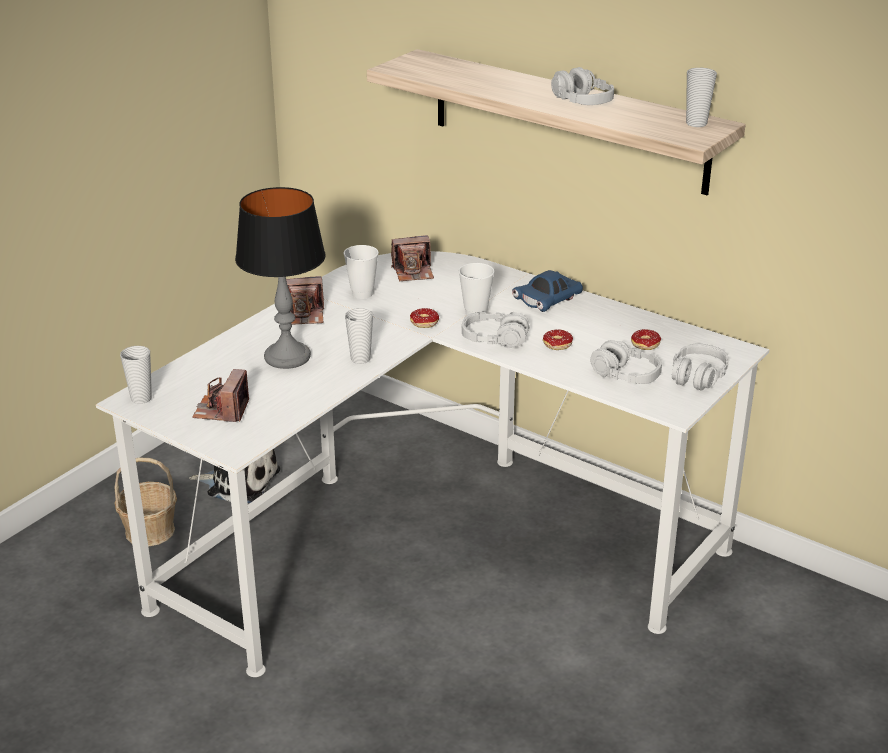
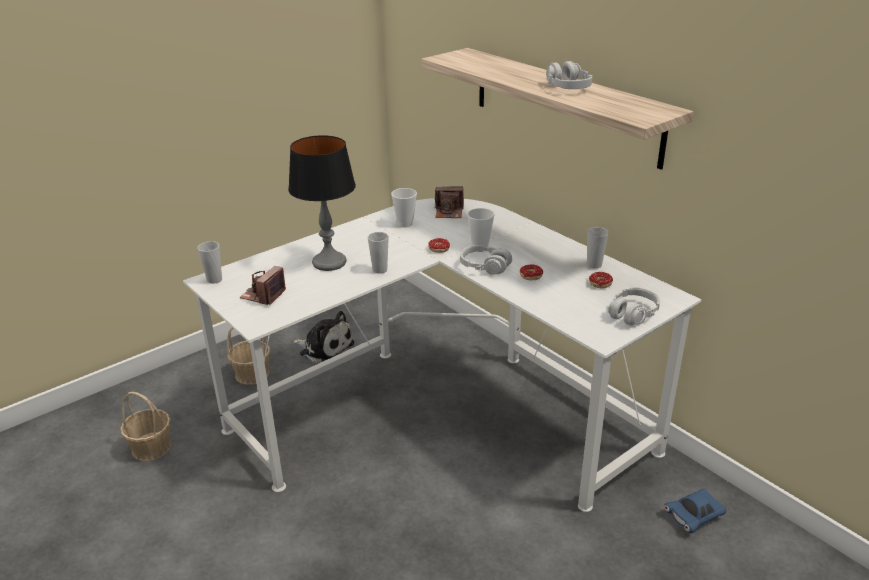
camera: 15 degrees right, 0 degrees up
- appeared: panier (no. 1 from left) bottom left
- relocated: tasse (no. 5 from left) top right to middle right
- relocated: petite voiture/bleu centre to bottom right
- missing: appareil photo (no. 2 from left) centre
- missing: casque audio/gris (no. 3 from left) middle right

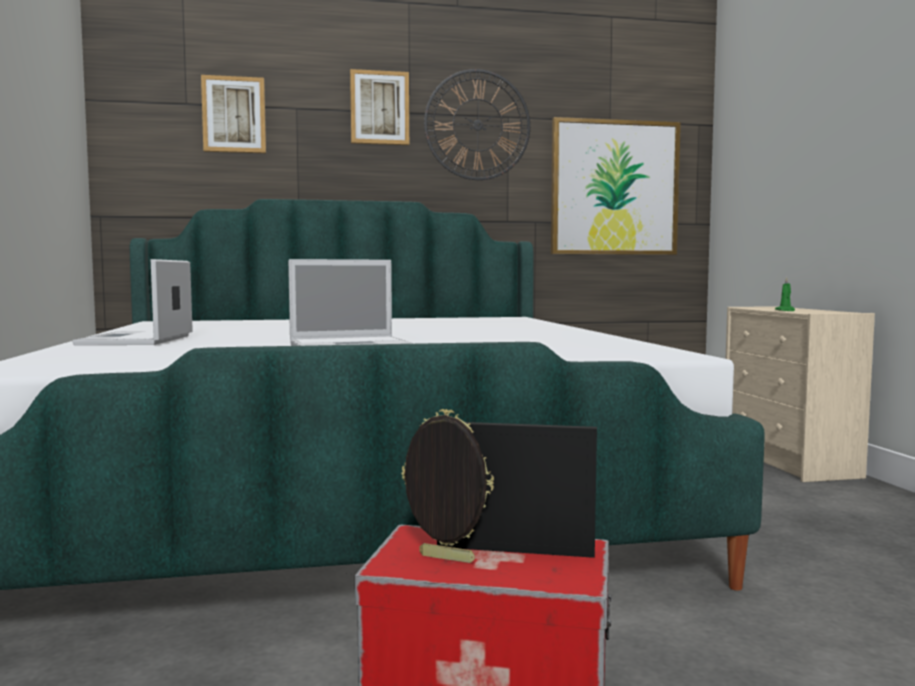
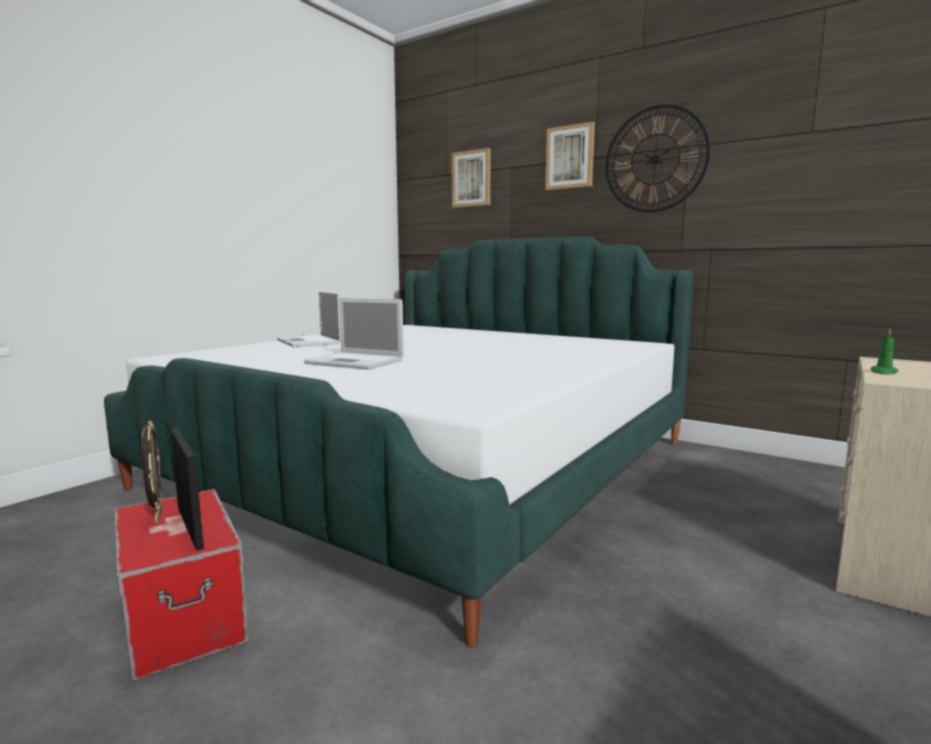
camera: 45 degrees right, 5 degrees up
- spun: ordinateur portable (no. 1 from left) middle left = middle left 75 degrees counterclockwise
- missing: tableau (no. 3 from left) top right

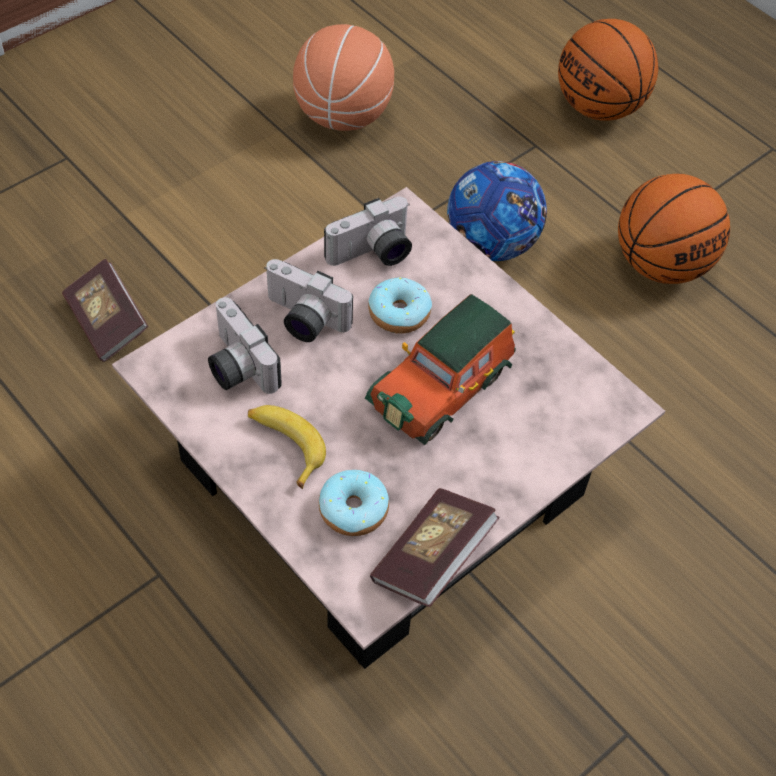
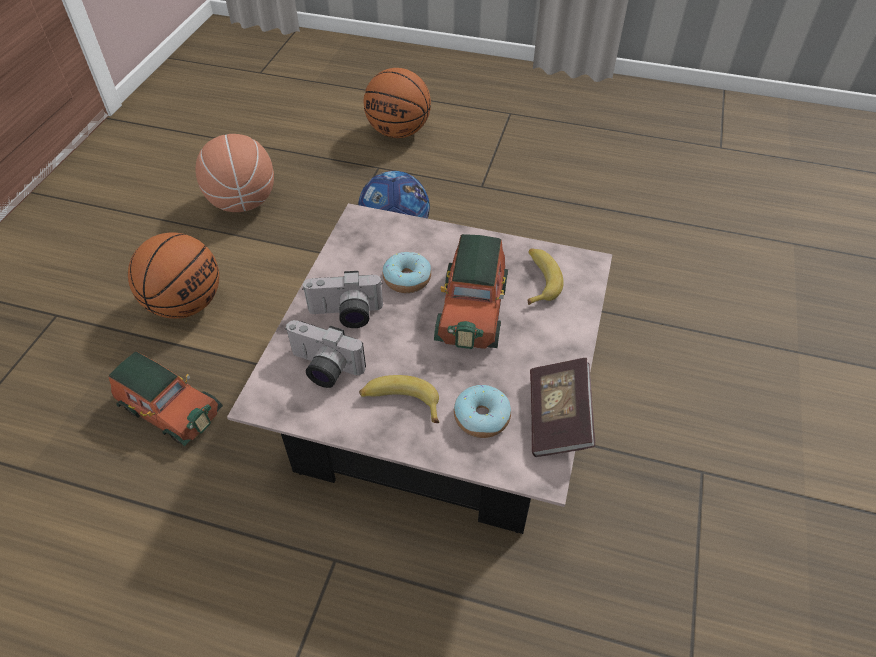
camera: 30 degrees left, 5 degrees down
- exchanged: livre (no. 1 from left) middle left to petite voiture (no. 1 from left) middle left
- relocated: ballon de basket (no. 3 from left in the first image) top right to ballon de basket (no. 1 from left) middle left
- appeared: banane (no. 2 from left) centre
- missing: appareil photo (no. 3 from left) top centre

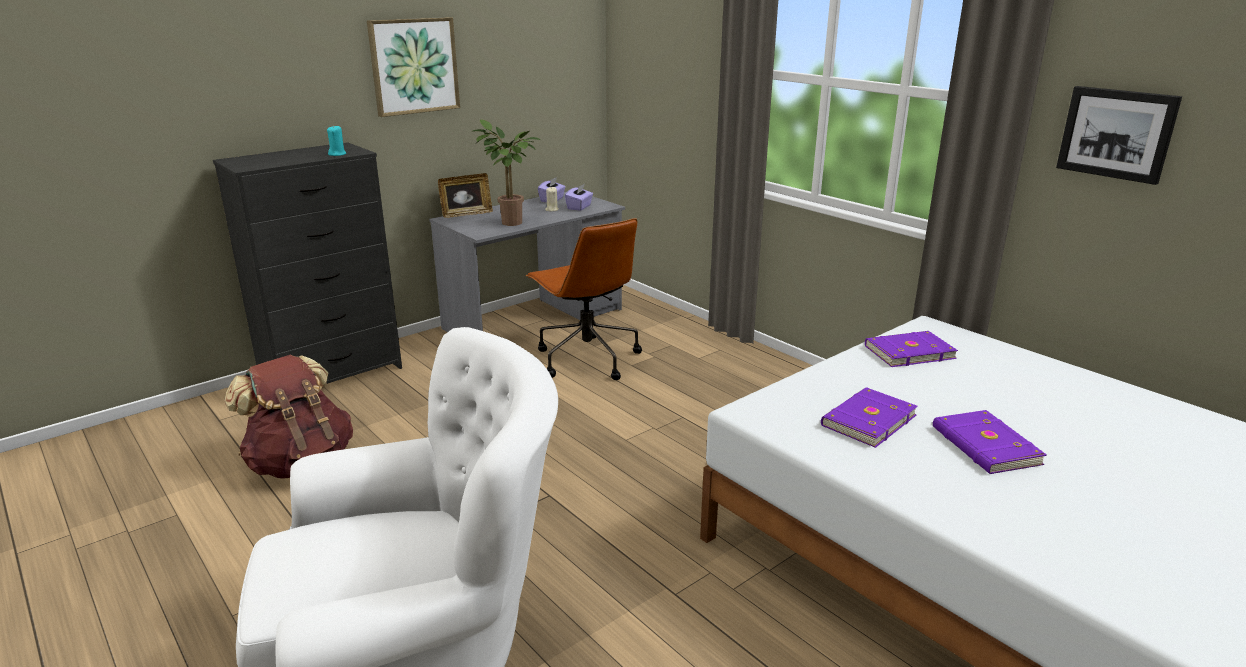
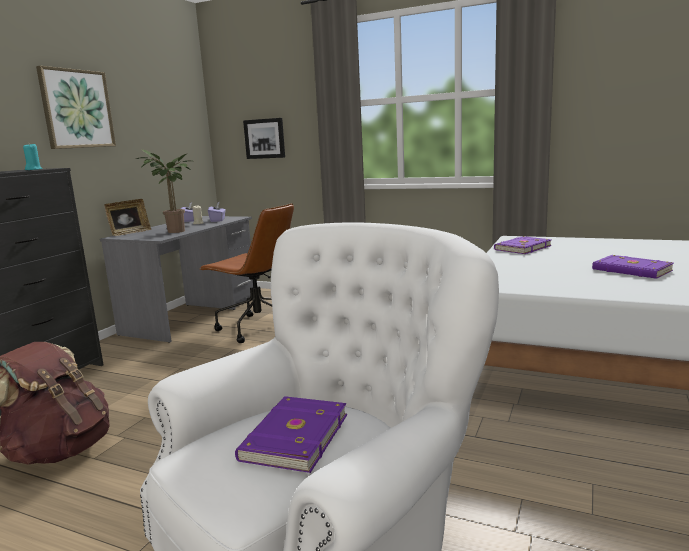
camera: 25 degrees left, 10 degrees down
- relocated: livre/violet (no. 1 from left) middle right to bottom centre
- relocated: tableau (no. 2 from left) top right to top centre

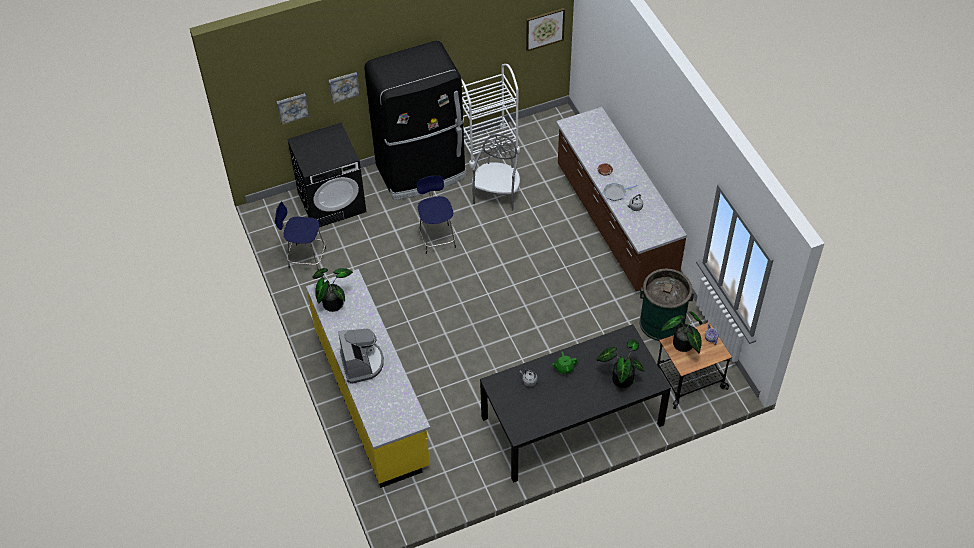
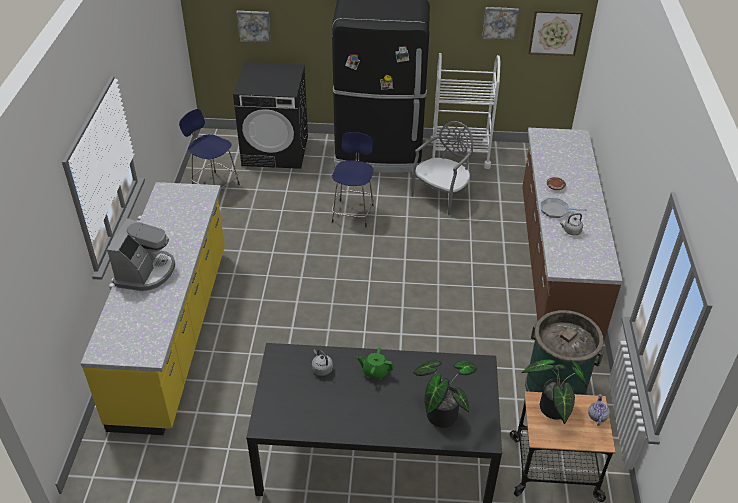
camera: 25 degrees right, 10 degrees down
- relocated: tableau (no. 2 from left) top centre to top right
- missing: plante en pot (no. 1 from left) centre

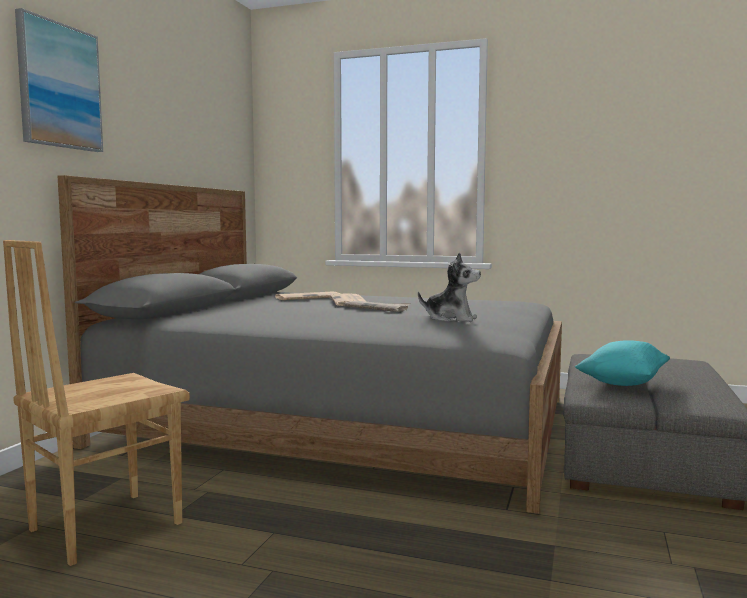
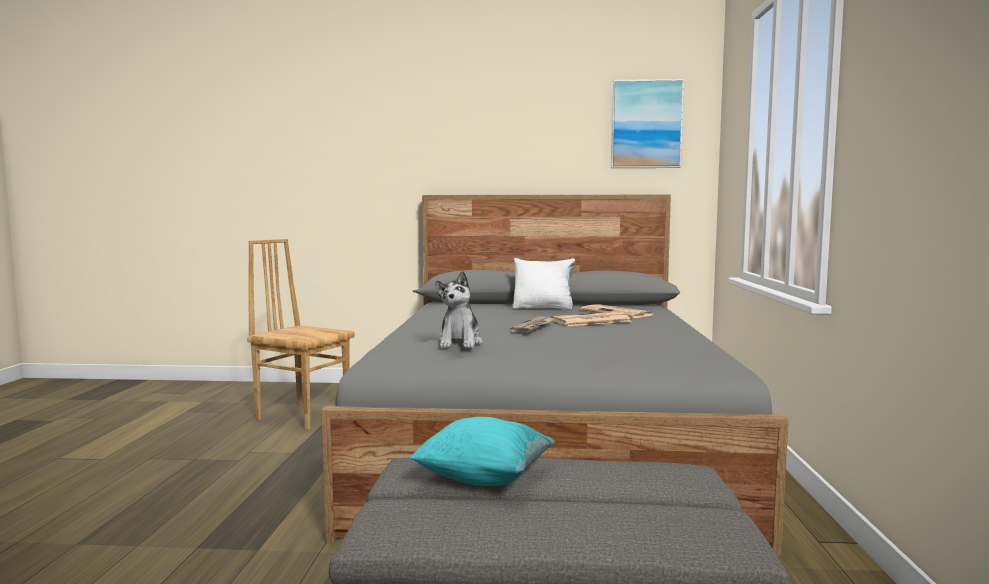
camera: 75 degrees right, 0 degrees up
- appeared: coussin/blanc centre
- relocated: tableau top left to top centre

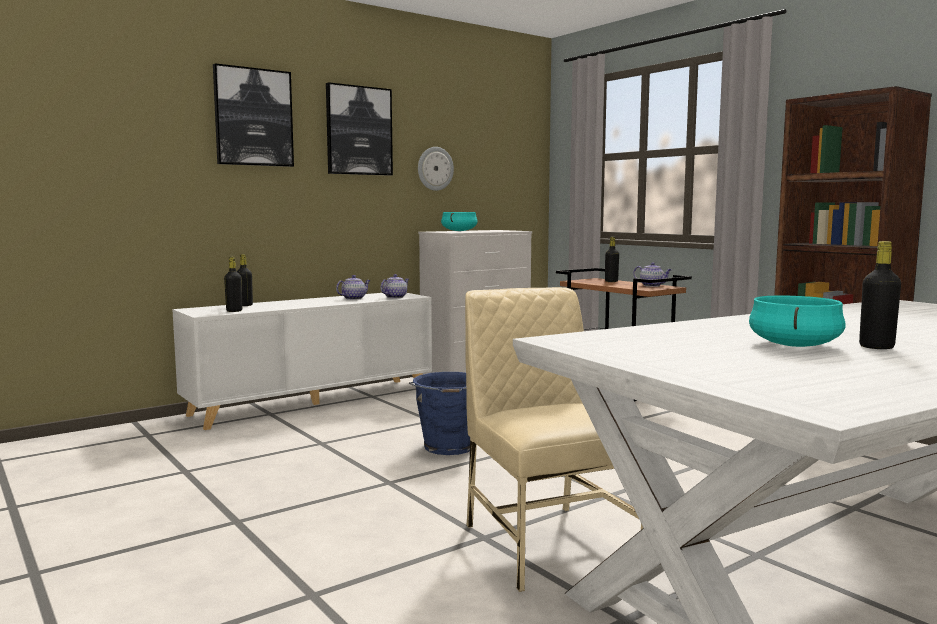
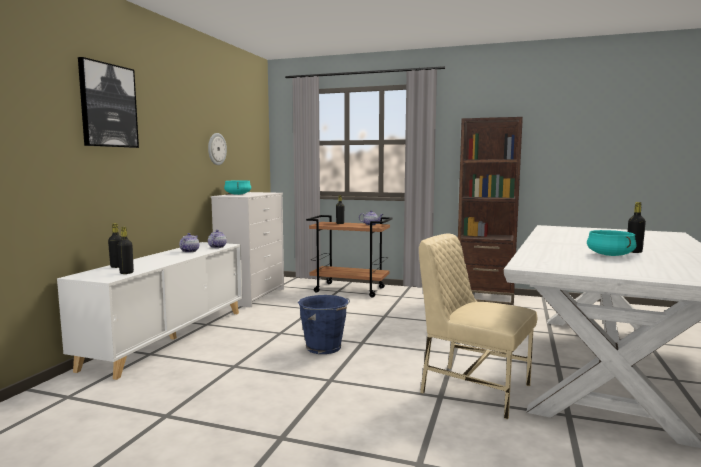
camera: 35 degrees left, 0 degrees up
- missing: tableau (no. 2 from left) top centre

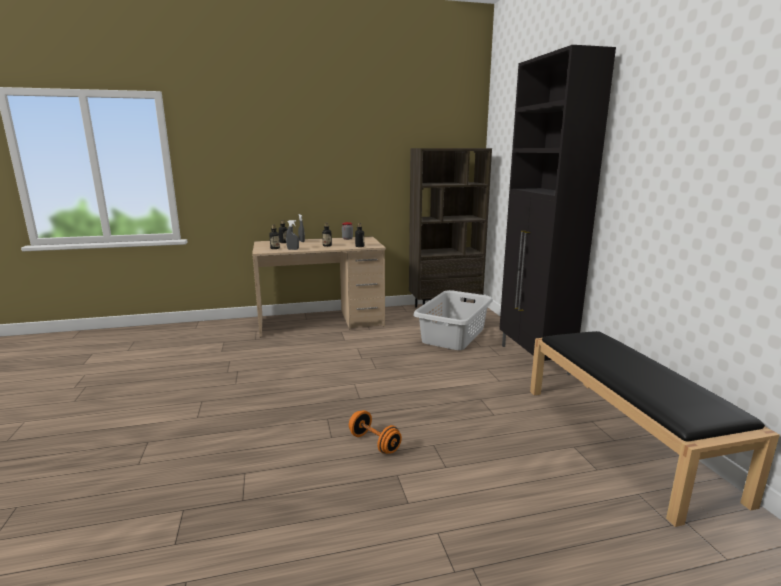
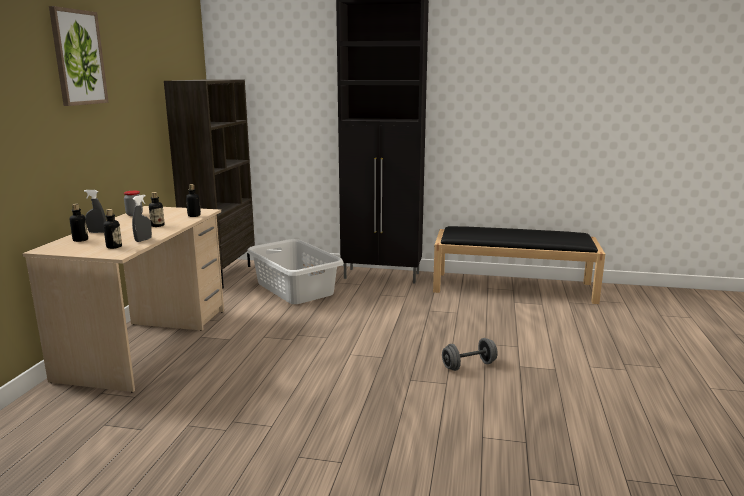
camera: 65 degrees left, 0 degrees up
- appeared: tableau top left
- colour: haltère/orange bottom centre to haltère/gris bottom centre

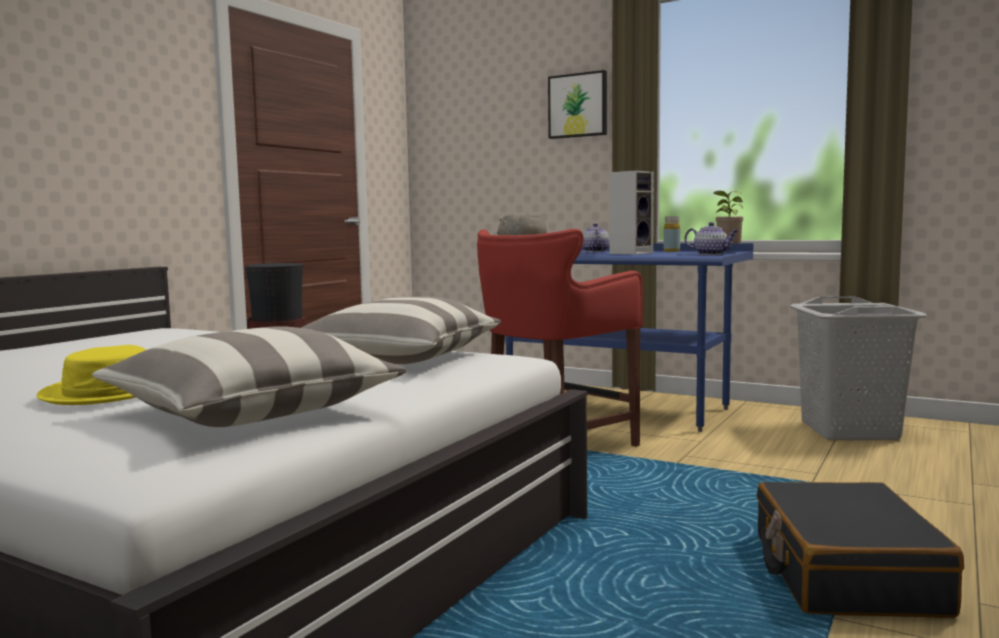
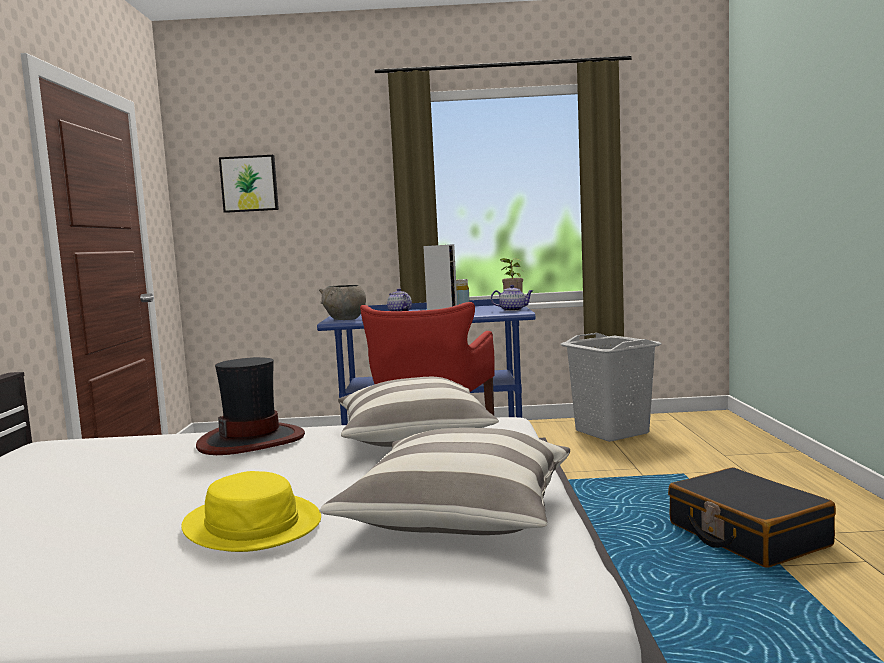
camera: 30 degrees left, 0 degrees up
- relocated: tableau top centre to top left

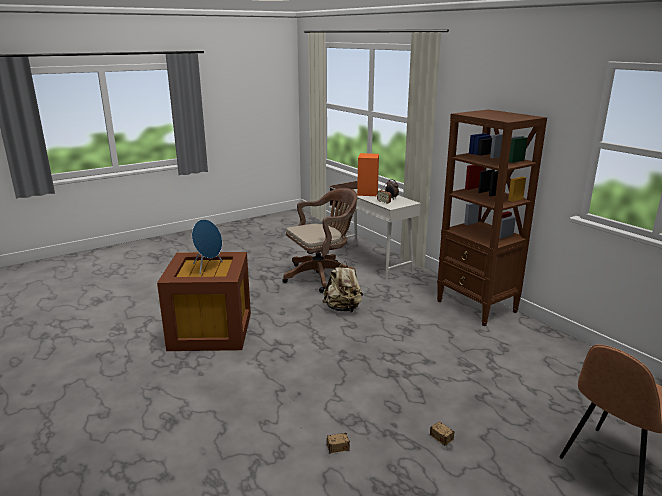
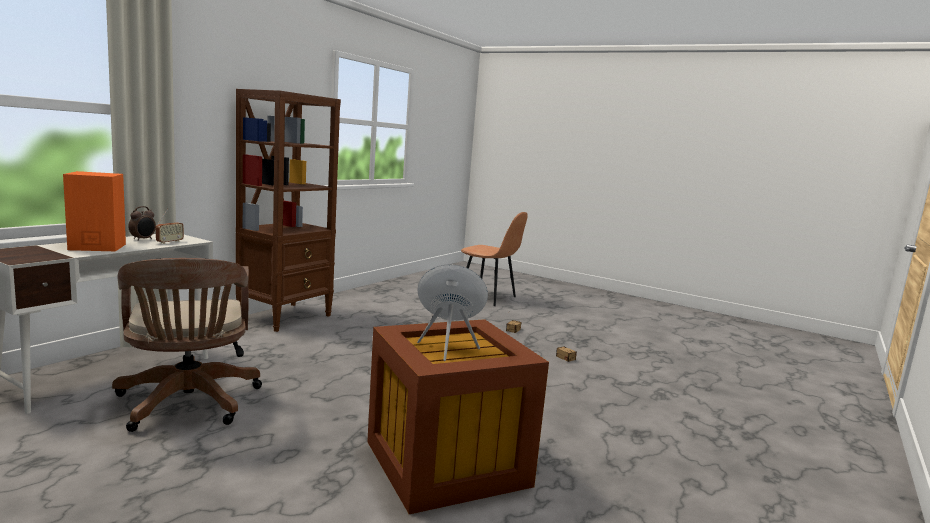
camera: 115 degrees left, 10 degrees down
- spun: chaise de bureau/marron centre = middle left 150 degrees counterclockwise
- missing: sac à dos/beige centre

